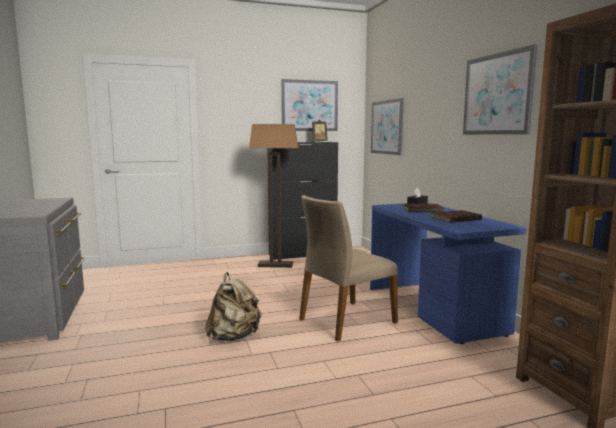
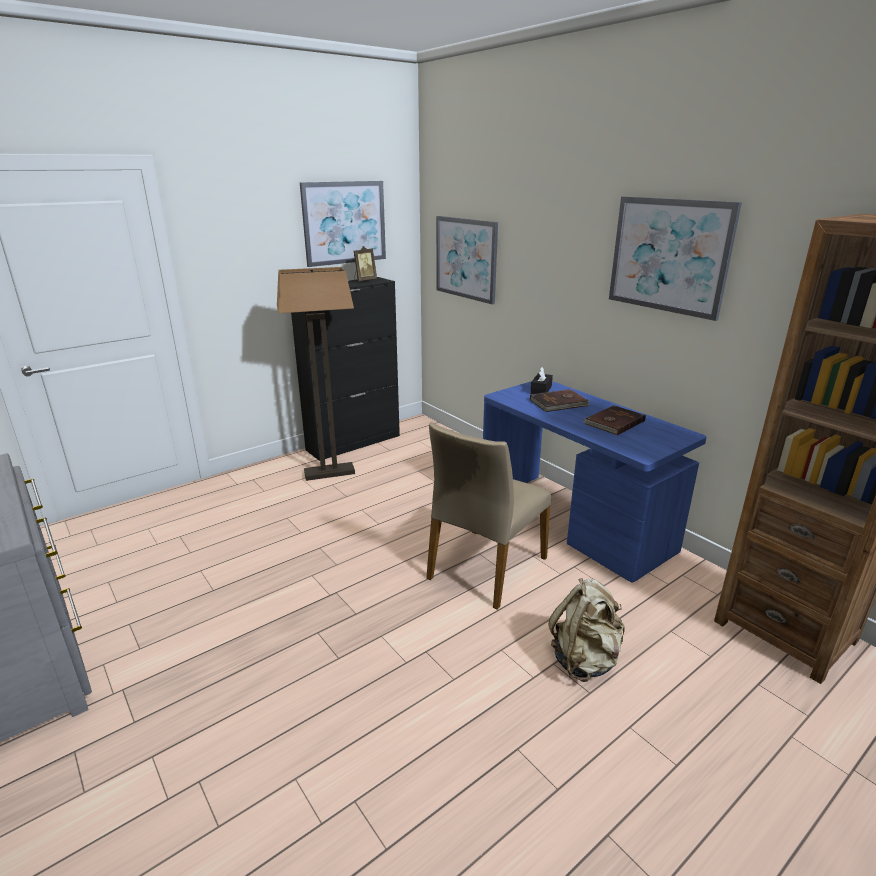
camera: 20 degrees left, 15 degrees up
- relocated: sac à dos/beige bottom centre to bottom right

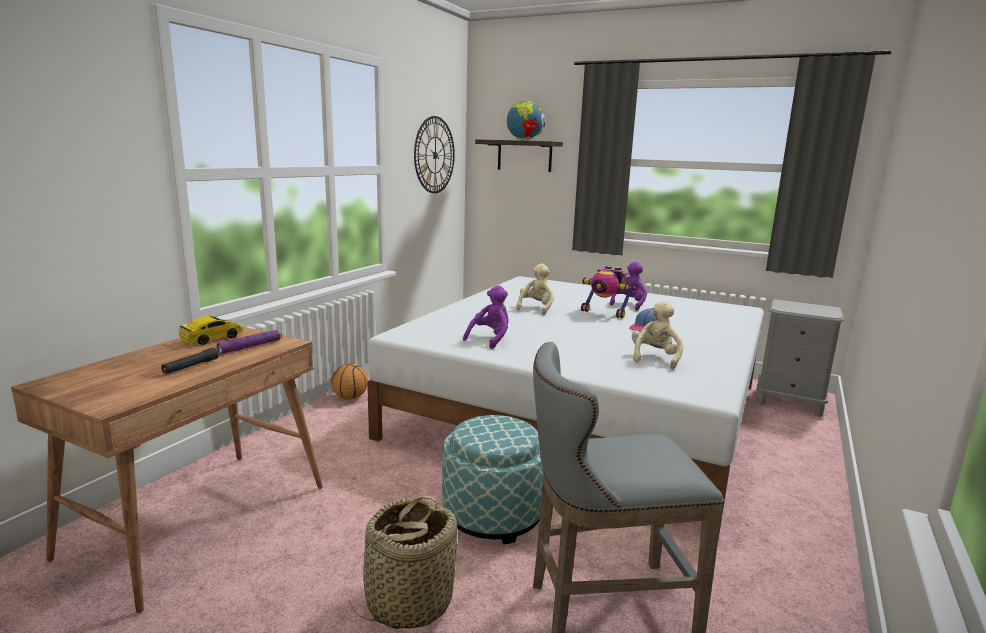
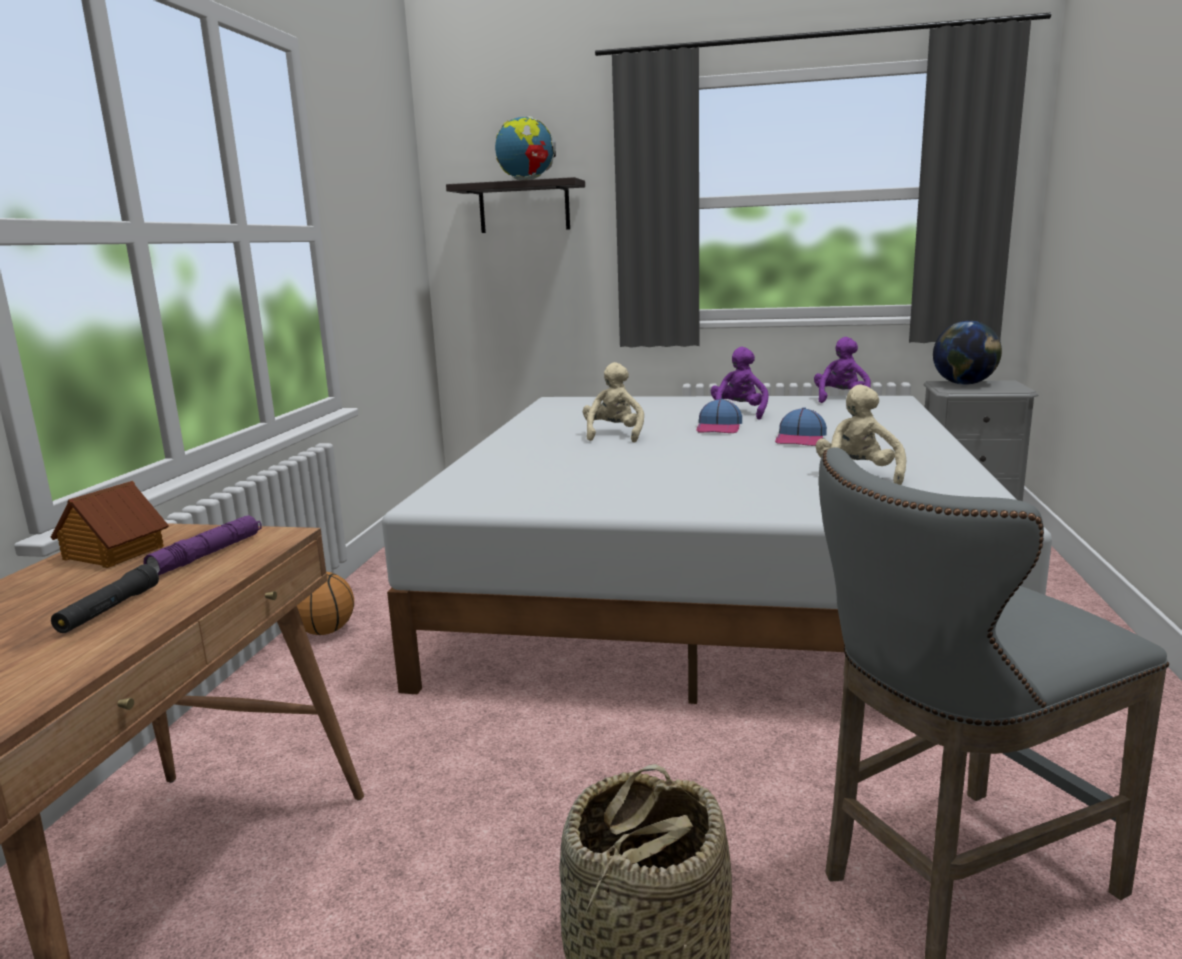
camera: 15 degrees left, 0 degrees up
- exchanged: petite voiture middle left to maison miniature middle left
- exchanged: robot jouet centre to casquette (no. 1 from left) centre
- relocated: peluche/violet (no. 1 from left in the first image) centre to peluche/violet (no. 2 from left) middle right
- appeared: globe (no. 2 from left) middle right
- missing: horloge murale top centre
- missing: pouf bottom centre

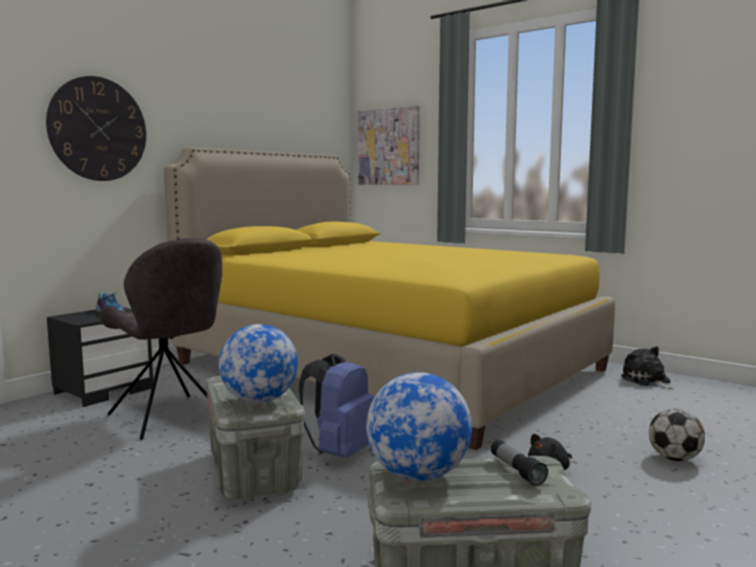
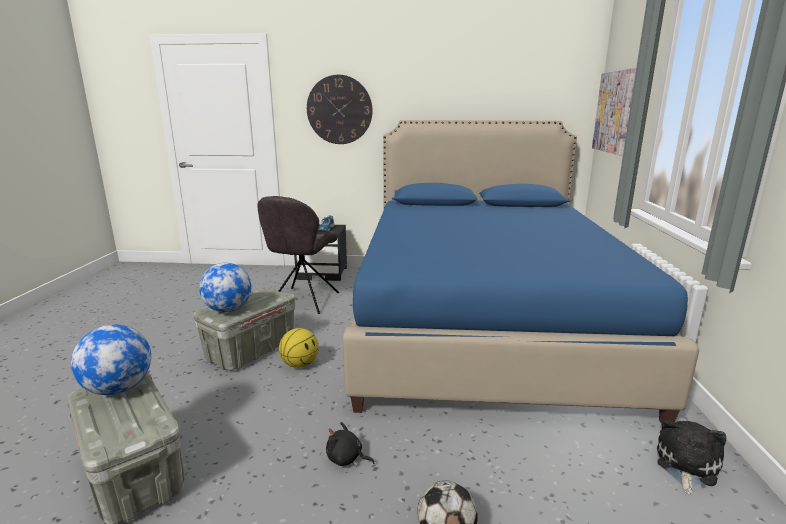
camera: 55 degrees right, 10 degrees up
- exchanged: sac à dos/bleu bottom centre to ballon de basket centre
- colour: lit/jaune centre to lit/bleu centre
- missing: lampe de poche bottom right

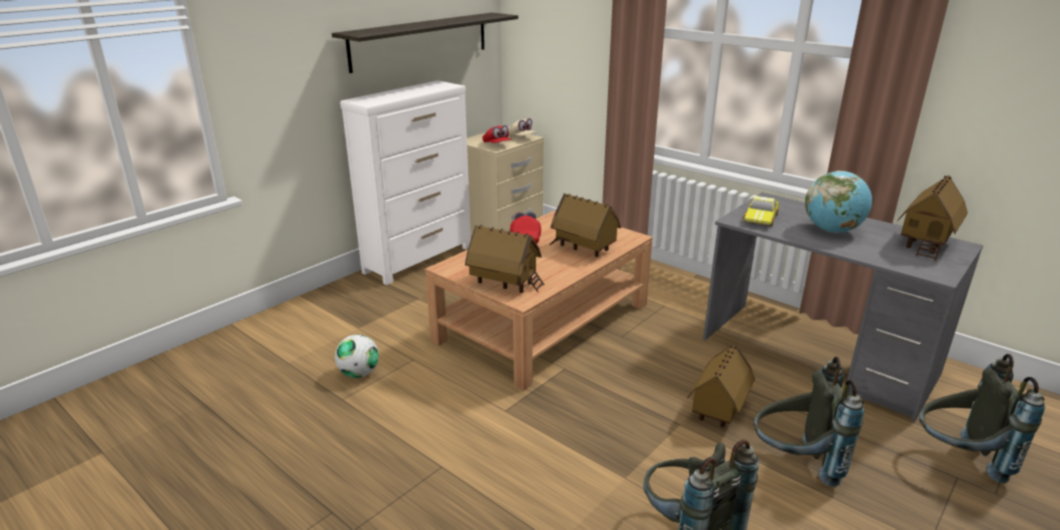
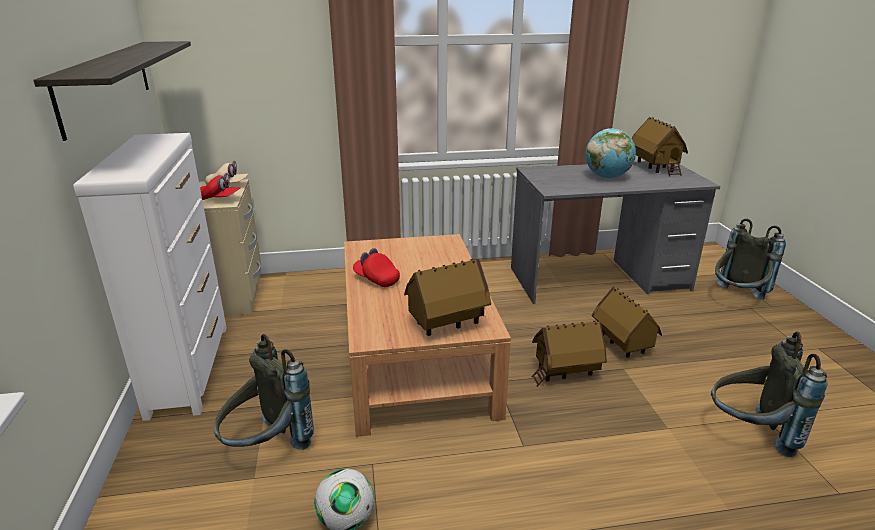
camera: 50 degrees left, 0 degrees up
- relocated: sac à dos/gris (no. 2 from left in the first image) bottom right to sac à dos/gris (no. 1 from left) bottom left
- relocated: maison miniature (no. 2 from left) centre to bottom centre
- missing: petite voiture middle right

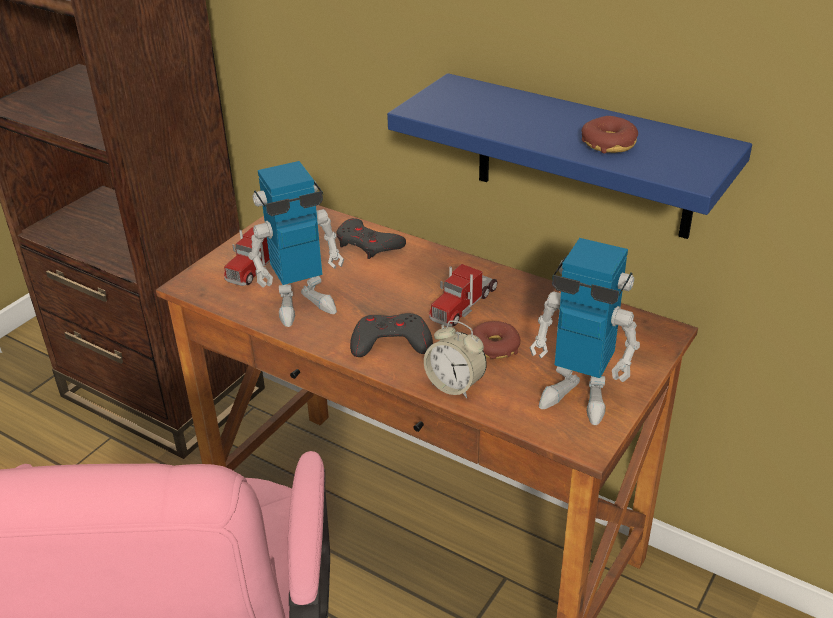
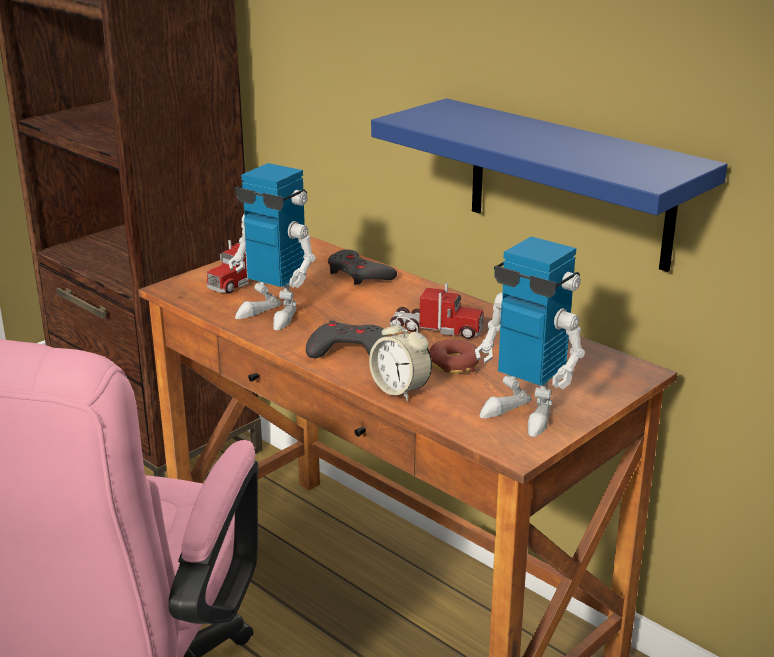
camera: 10 degrees right, 10 degrees down
- spun: robot jouet (no. 1 from left) centre = centre 45 degrees clockwise
- spun: camion jouet (no. 2 from left) centre = centre 120 degrees counterclockwise
- missing: beignet (no. 2 from left) top right

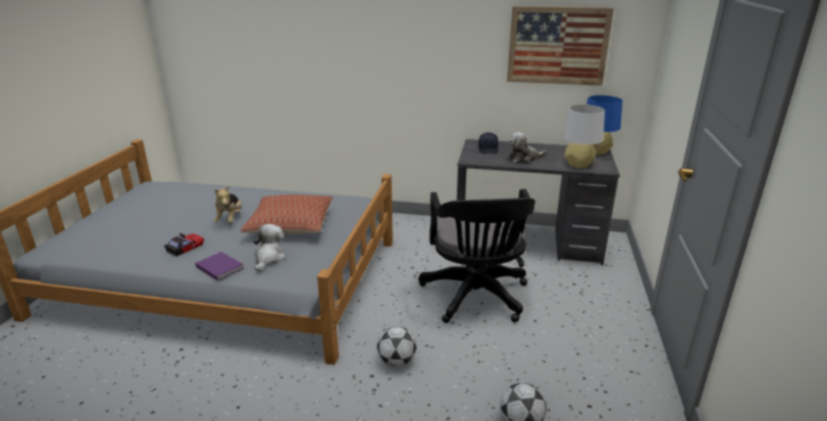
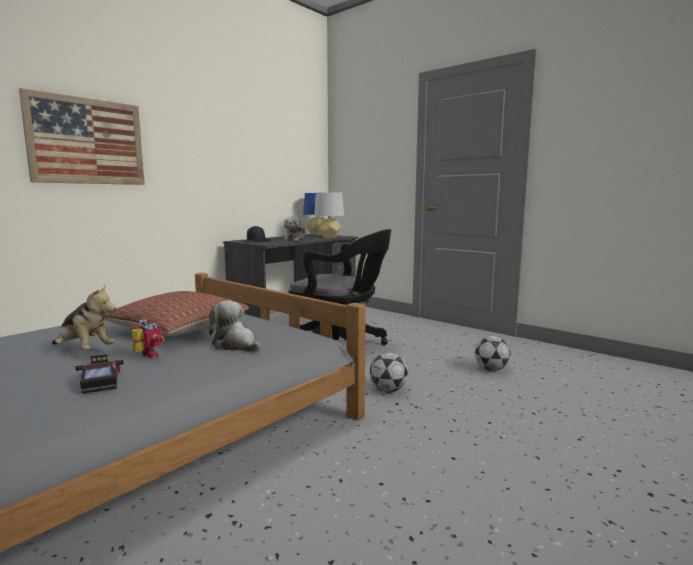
camera: 60 degrees left, 15 degrees down
- relocated: tableau top right to top left
- appeared: robot jouet middle left
- missing: livre/violet middle left

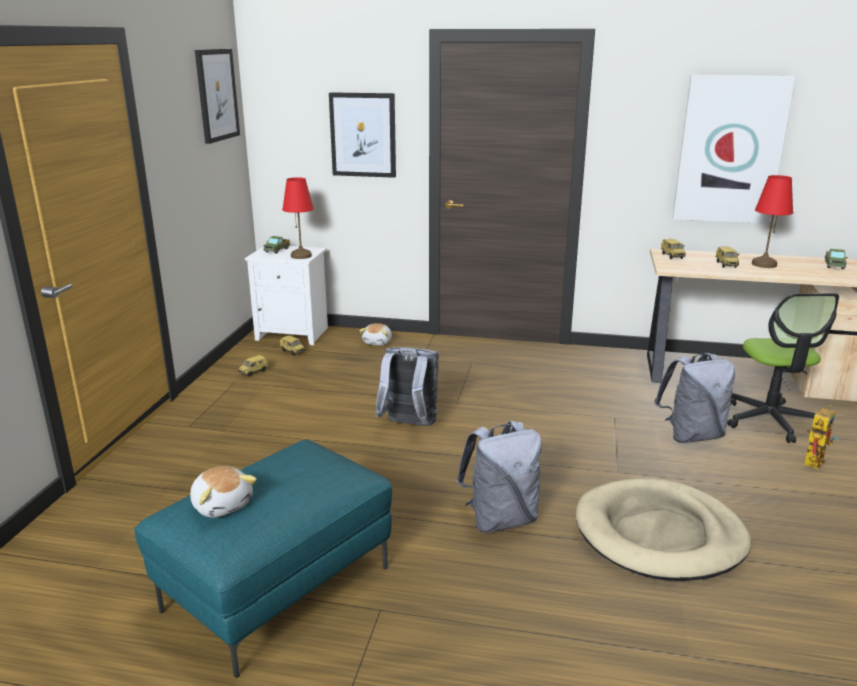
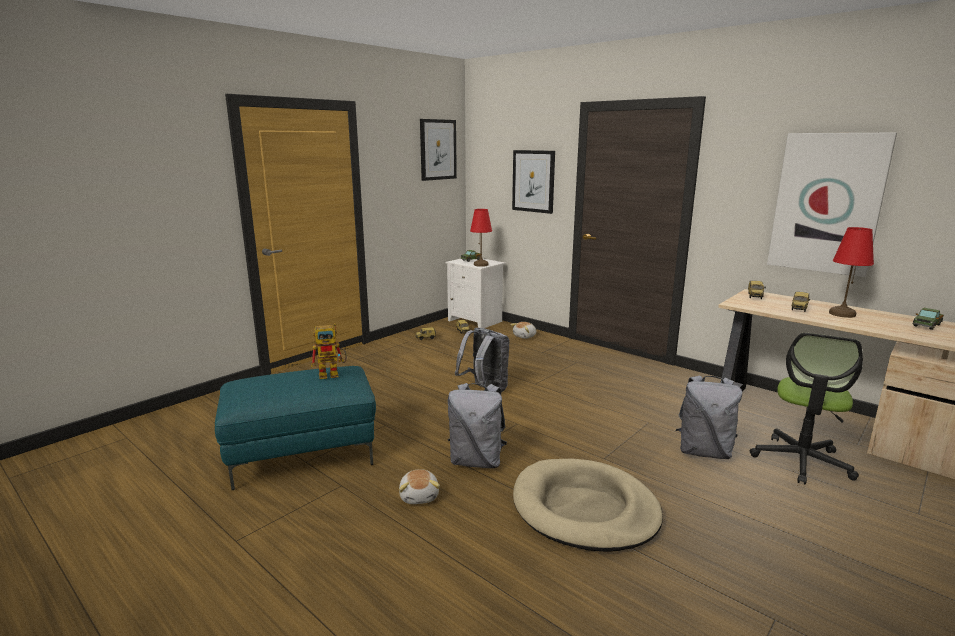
camera: 30 degrees right, 5 degrees down
- relocated: robot jouet middle right to centre
- relocated: peluche (no. 1 from left) bottom left to bottom centre

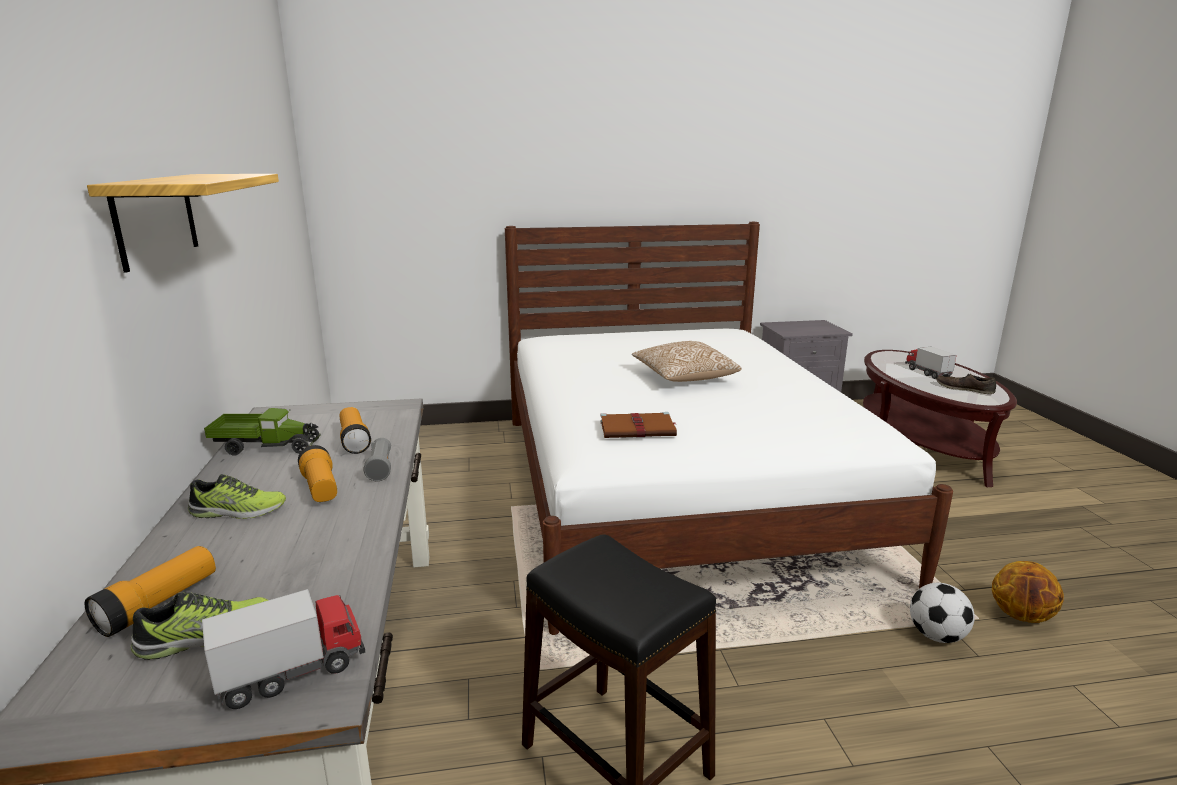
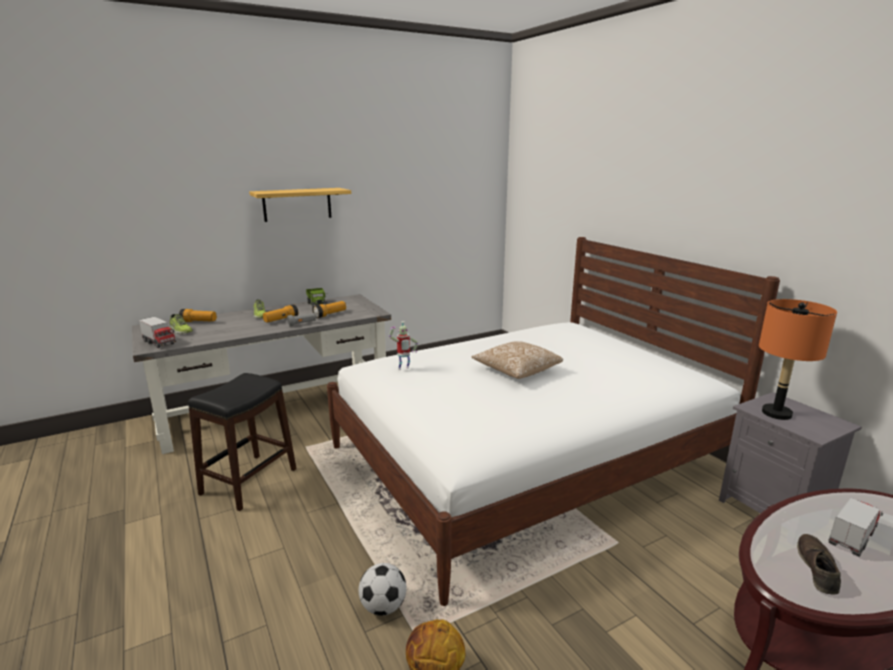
camera: 70 degrees right, 0 degrees up
- exchanged: livre/marron centre to robot jouet centre
- appeared: lampe de table/orange middle right

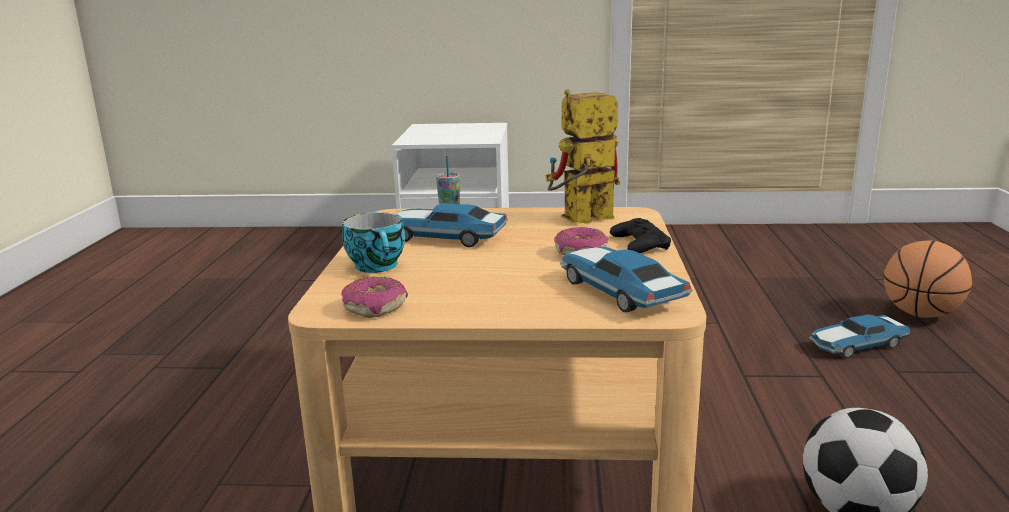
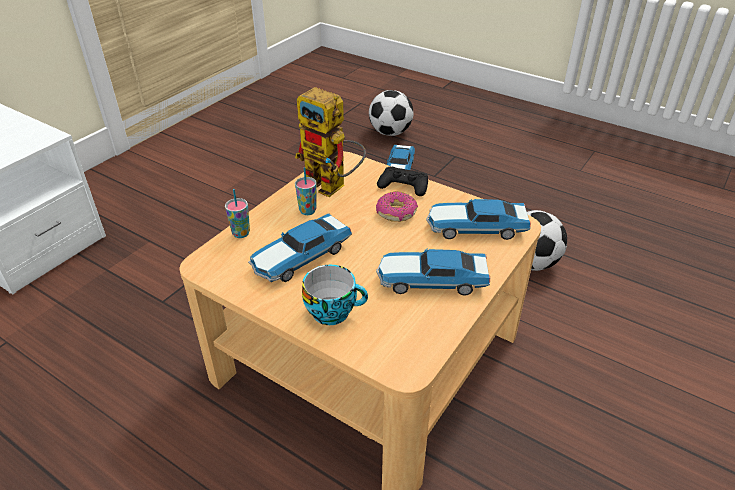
camera: 60 degrees left, 20 degrees up
- spun: robot jouet top centre = top centre 60 degrees counterclockwise
- appeared: tasse (no. 2 from left) centre
- exchanged: ballon de basket middle right to ballon de foot (no. 1 from left) top centre
- appeared: petite voiture (no. 3 from left) centre
- missing: beignet (no. 1 from left) centre

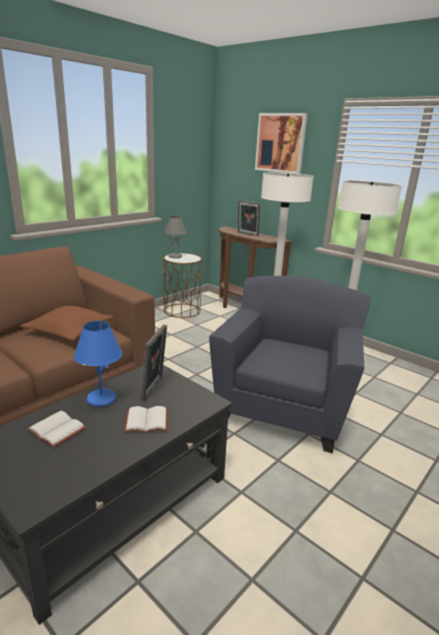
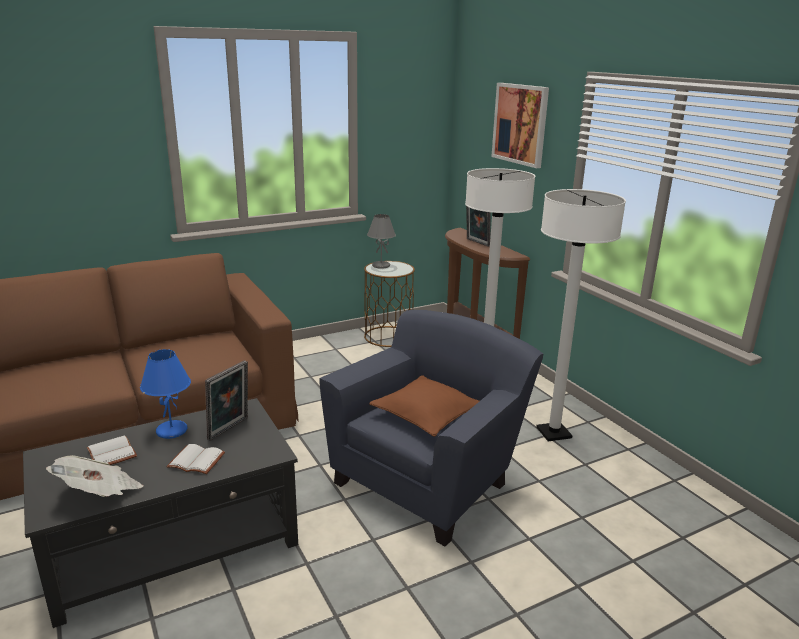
camera: 20 degrees right, 0 degrees up
- appeared: journal bottom left
- relocated: coussin/marron middle left to centre

